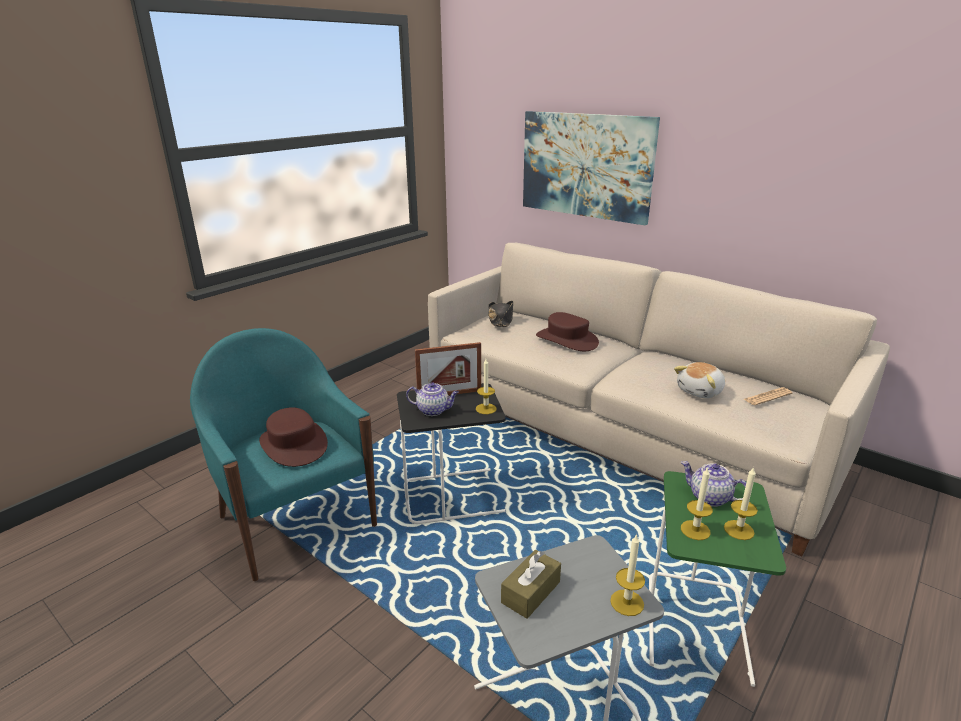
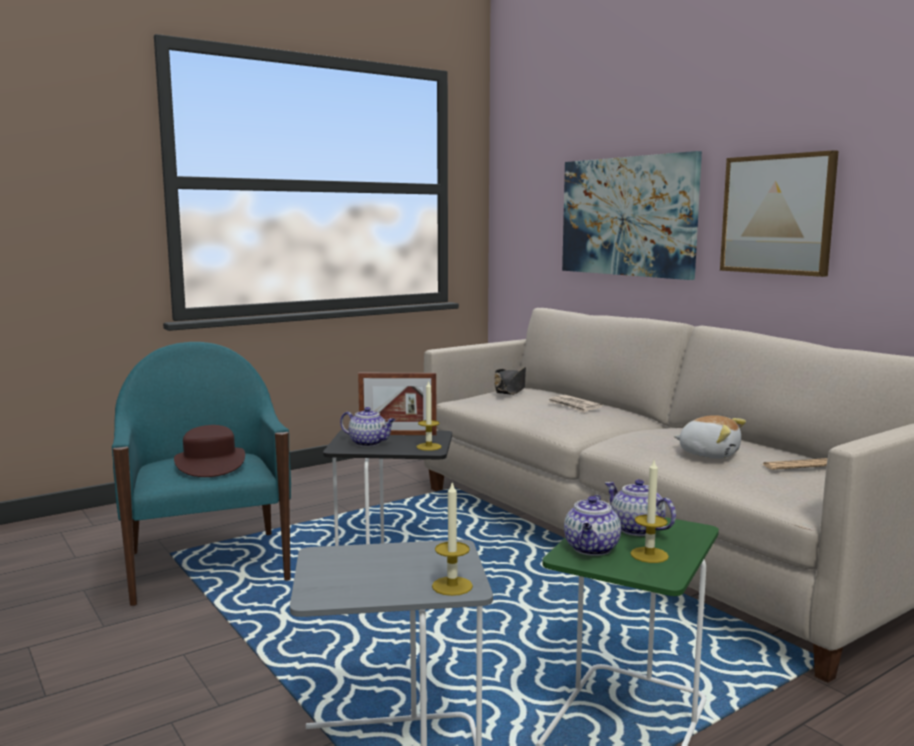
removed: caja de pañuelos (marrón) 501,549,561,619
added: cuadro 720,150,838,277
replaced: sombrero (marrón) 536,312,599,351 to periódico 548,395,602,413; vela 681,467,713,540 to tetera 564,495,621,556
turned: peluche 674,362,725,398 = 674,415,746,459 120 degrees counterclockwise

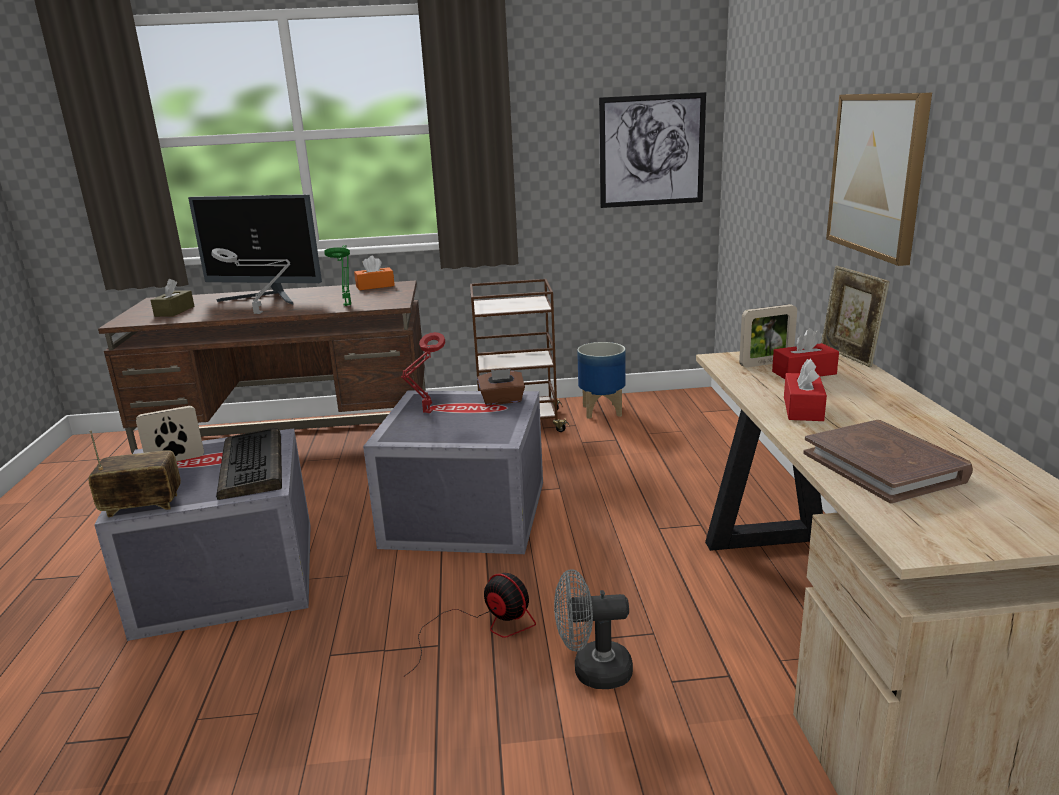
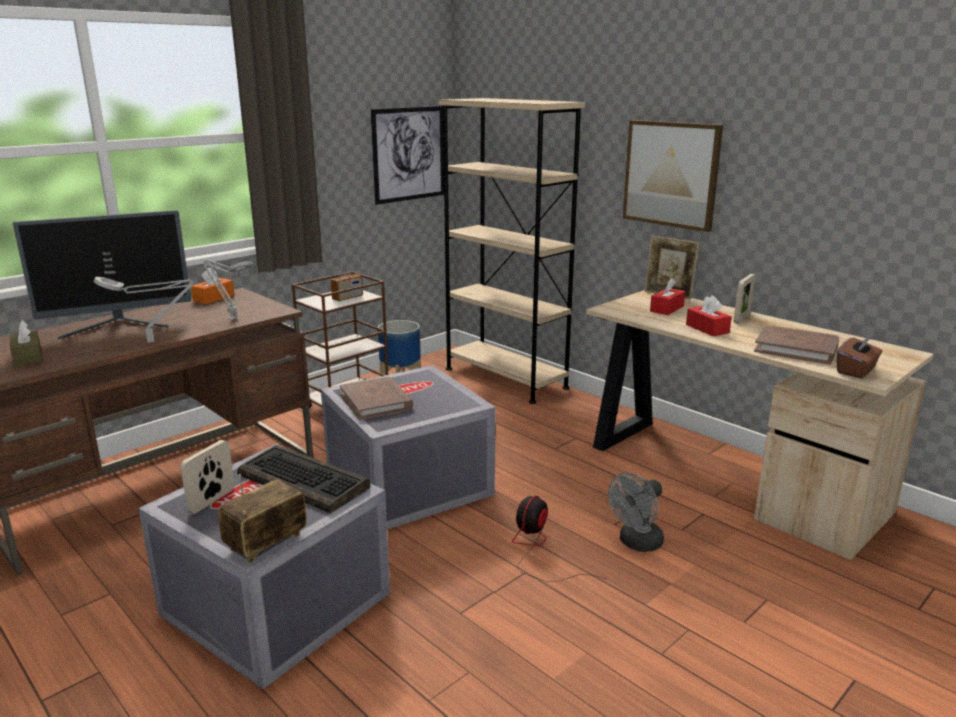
added: radio 331,252,363,301; estantería (beis) 439,98,585,404
moved: portarretratos 739,304,797,368 to 734,274,755,323; caja de pañuelos (marrón) 477,369,525,405 to 837,335,883,378
replaced: lámpara de mesa (rojo) 401,332,445,413 to libro (marrón) 340,377,413,420
recoloured: lámpara de mesa (verde) 324,245,351,306 to lámpara de mesa (gris) 203,259,253,320
turned: ventilador 403,573,536,677 = 512,496,607,582 60 degrees counterclockwise

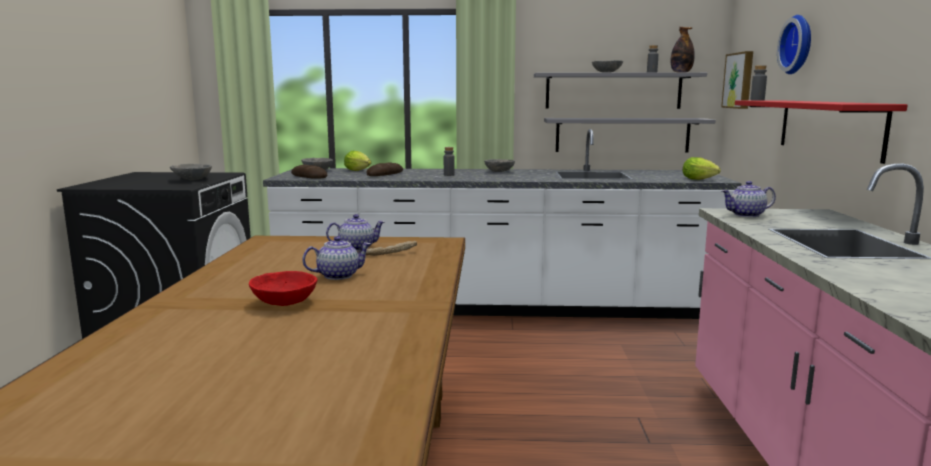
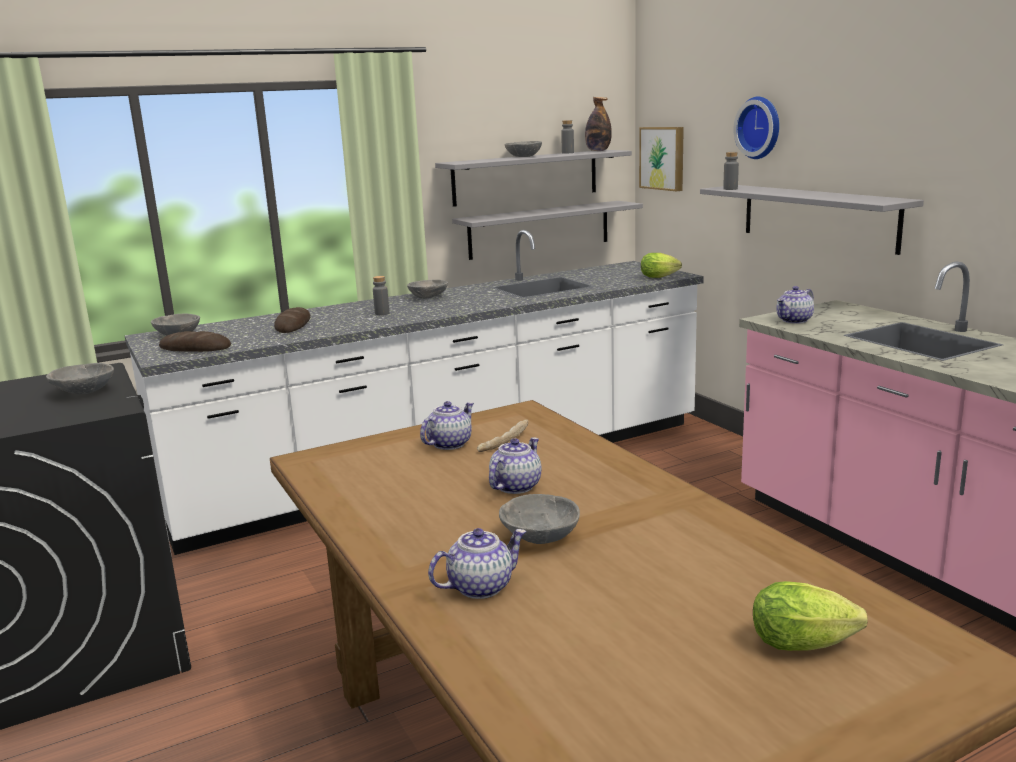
added: tetera 428,528,527,599
moved: lechuga 344,151,371,171 to 753,581,868,651
recoloured: cuenco (rojo) 249,271,318,306 to cuenco (gris) 499,494,580,544; estante (rojo) 735,100,908,164 to estante (gris) 700,185,924,255

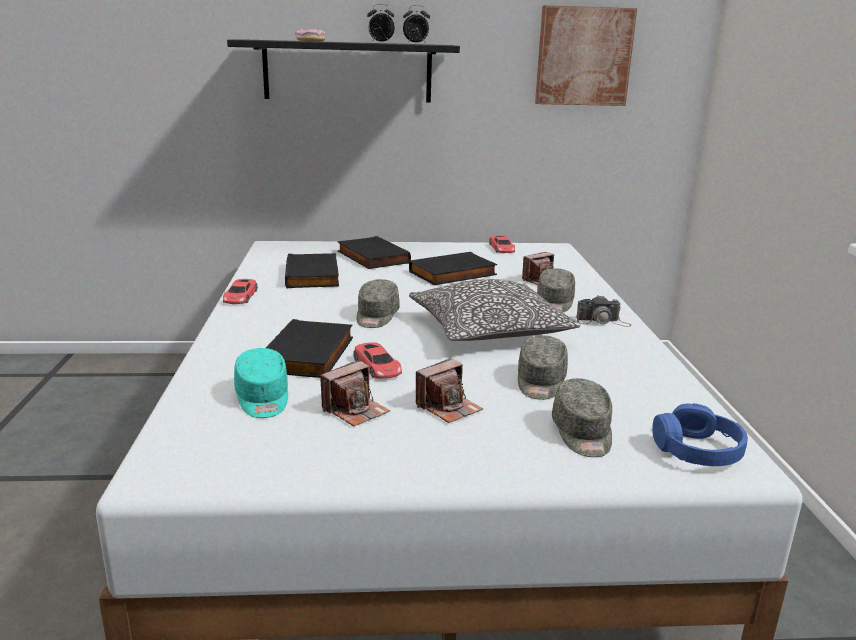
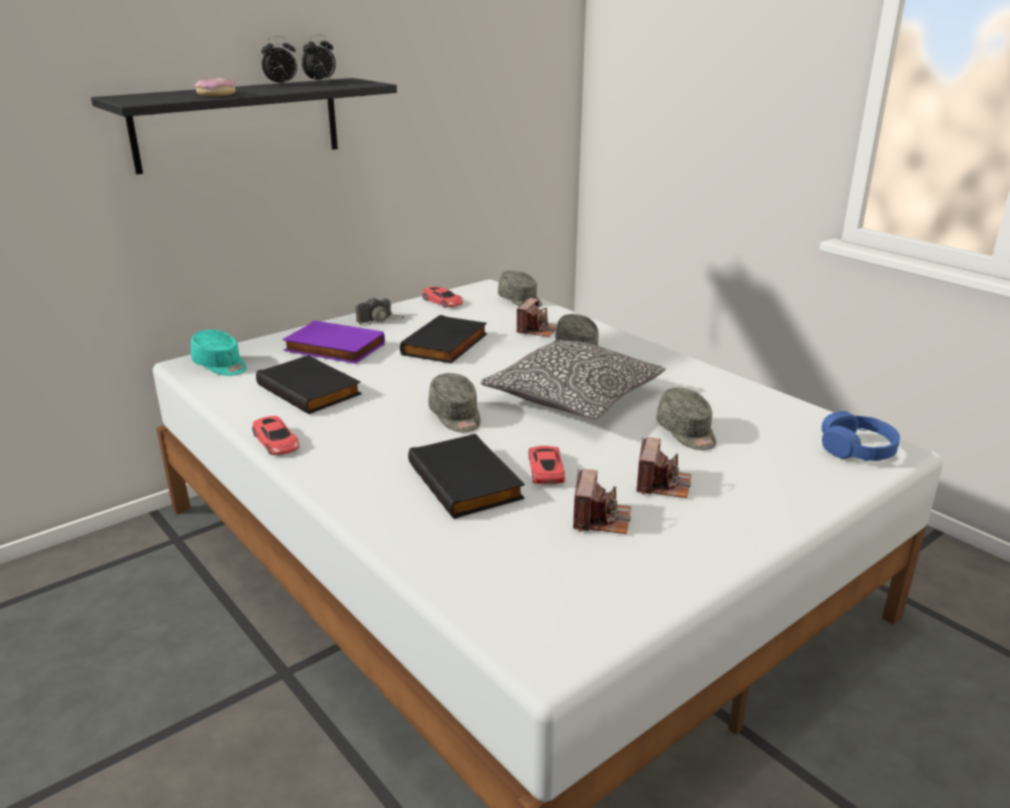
removed: cuadro 535,5,637,106
moved: gorra (turquesa) 234,348,288,418 to 191,329,247,376; cámara 576,295,631,327 to 355,297,404,326; gorra (gris) 552,378,612,457 to 498,270,542,307
recoloured: libro (negro) 337,236,411,269 to libro (morado) 282,321,385,364
turned: coche de juguete (rojo) 354,342,402,379 = 529,446,565,485 120 degrees counterclockwise

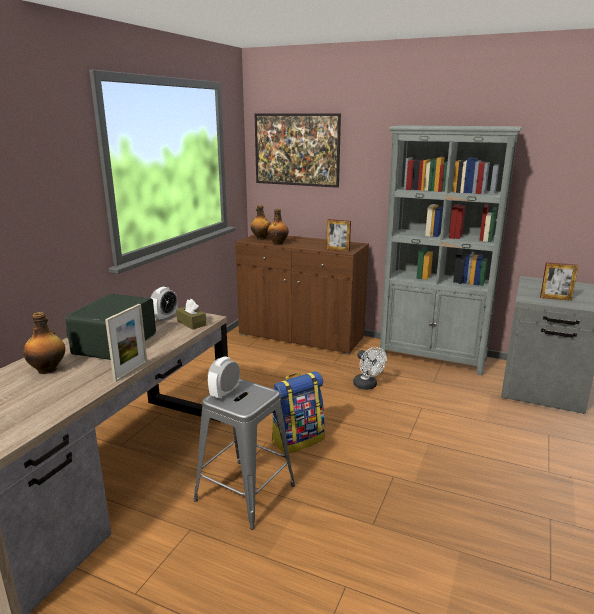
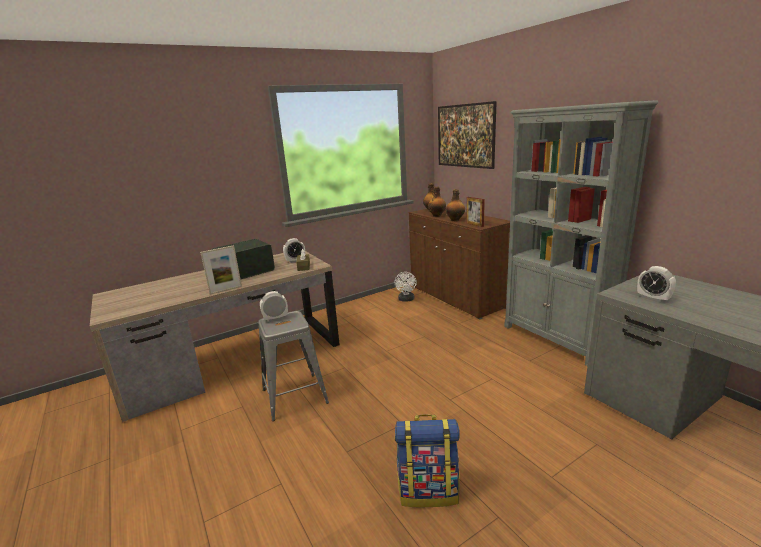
moved: ventilador (blanco) 353,347,387,390 to 394,272,417,302; mochila 272,371,325,453 to 395,414,460,508; botella 23,312,65,374 to 446,189,465,221
replaced: portarretratos 540,262,578,301 to despertador 637,266,676,303

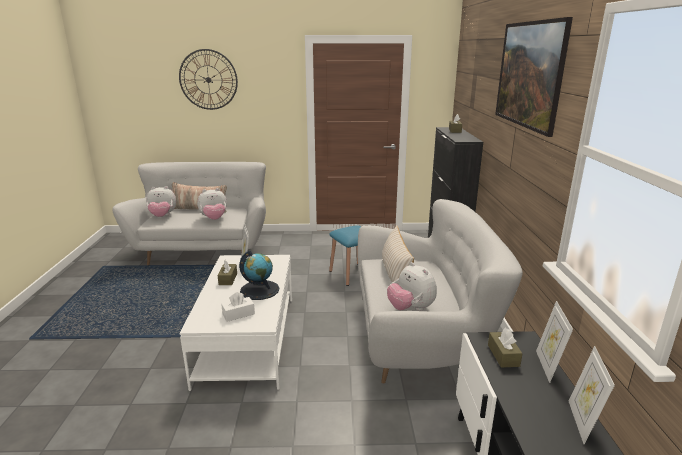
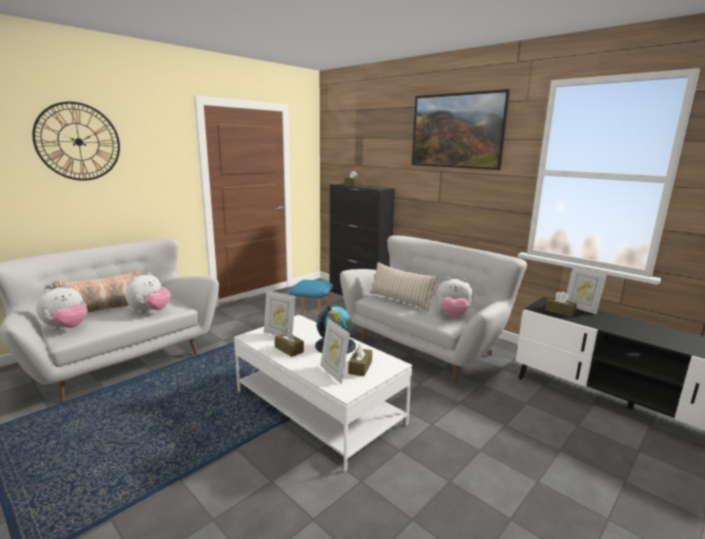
moved: portarretratos 569,346,615,444 to 320,318,350,384
recoloured: caja de pañuelos (blanco) 221,292,255,322 to caja de pañuelos (marrón) 348,344,372,376

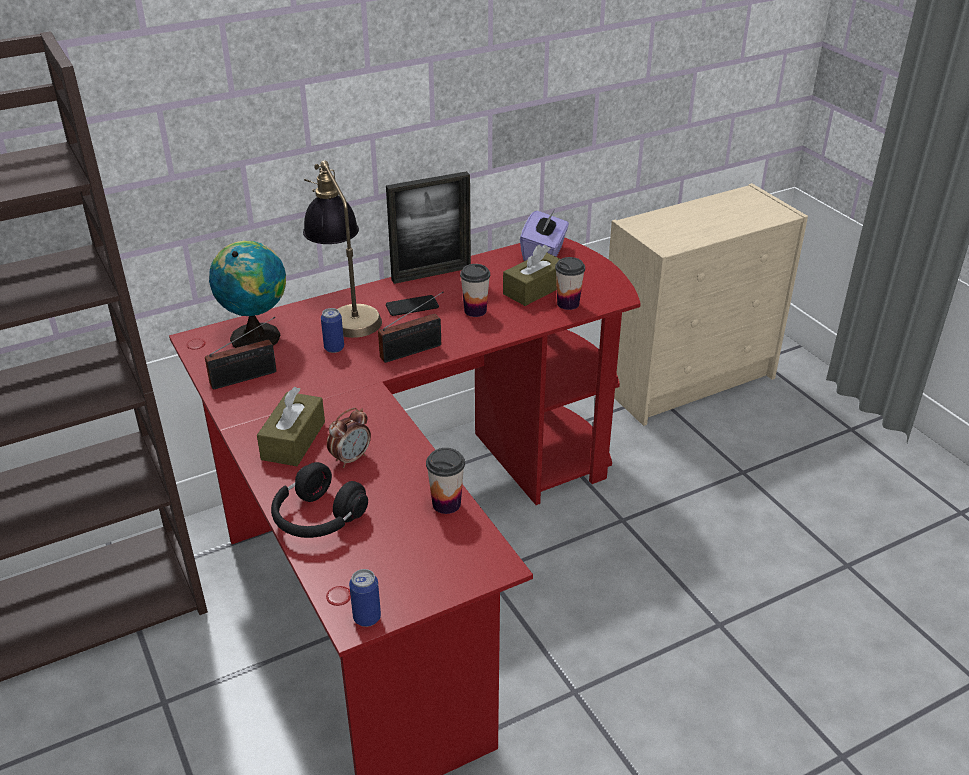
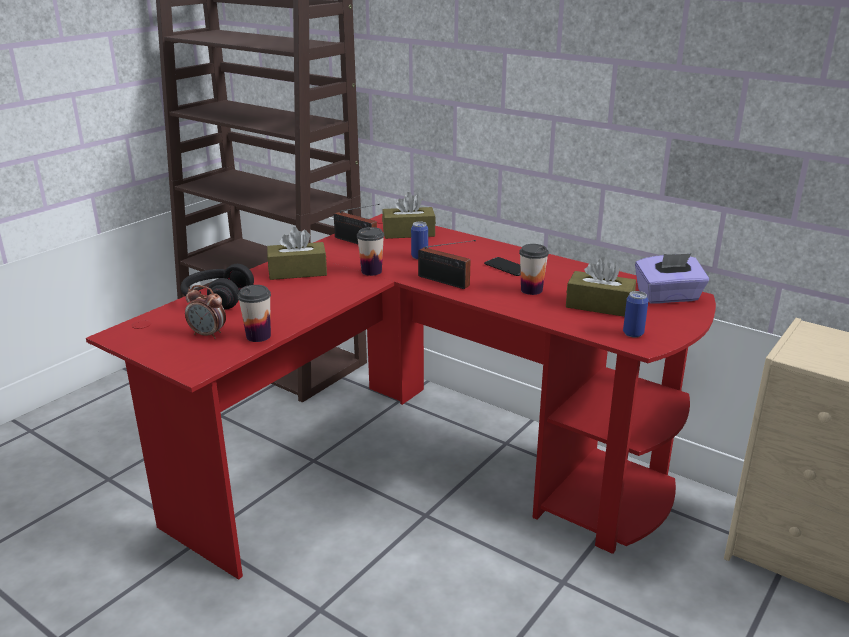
removed: lámpara de mesa 303,160,382,338; portarretratos 386,171,471,284
moved: despertador 327,407,371,468 to 185,285,226,339; taza 555,257,585,310 to 357,227,384,276; lata 349,569,381,627 to 623,291,648,338
replaced: globo terráqueo 209,241,286,348 to caja de pañuelos (marrón) 382,192,436,239

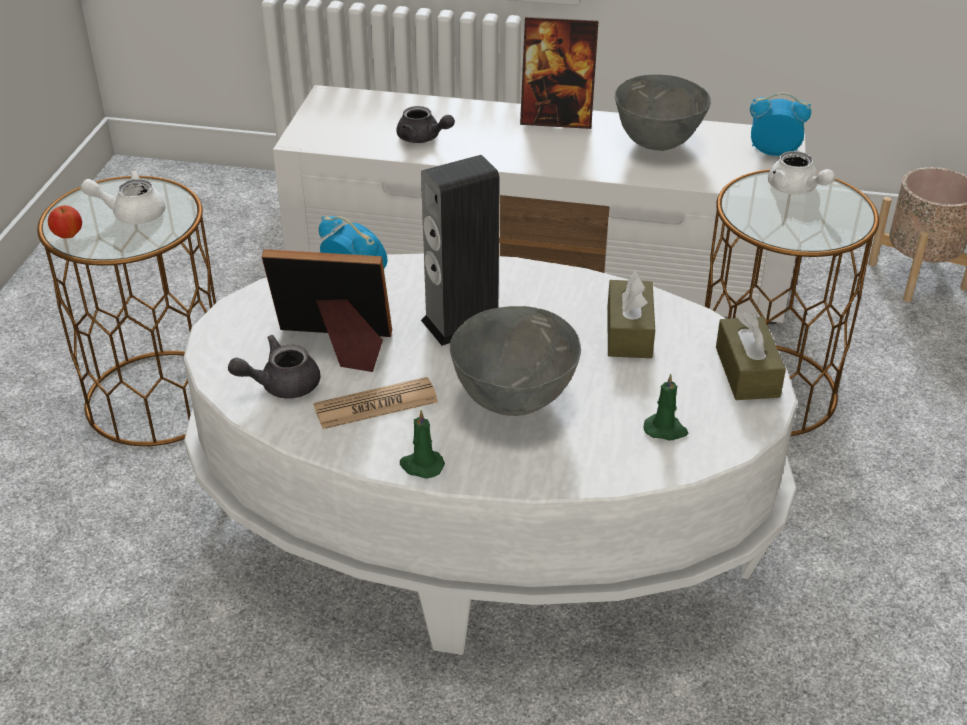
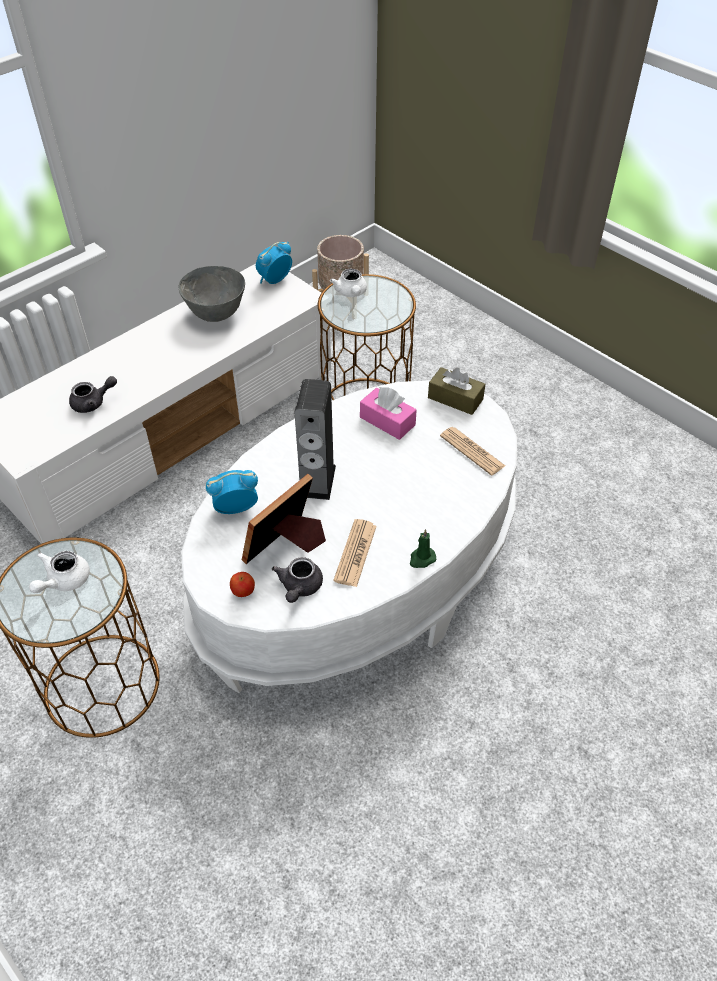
removed: cuenco (gris) 450,306,581,416; portarretratos 520,17,599,129
moved: manzana 48,205,82,239 to 230,572,255,597
replaced: vela (verde) 644,374,688,441 to periódico 440,427,505,475
recoloured: caja de pañuelos (marrón) 607,272,655,358 to caja de pañuelos (rosa) 360,387,417,440
turned: tetera (blanco) 768,151,835,195 = 330,269,367,297 75 degrees clockwise

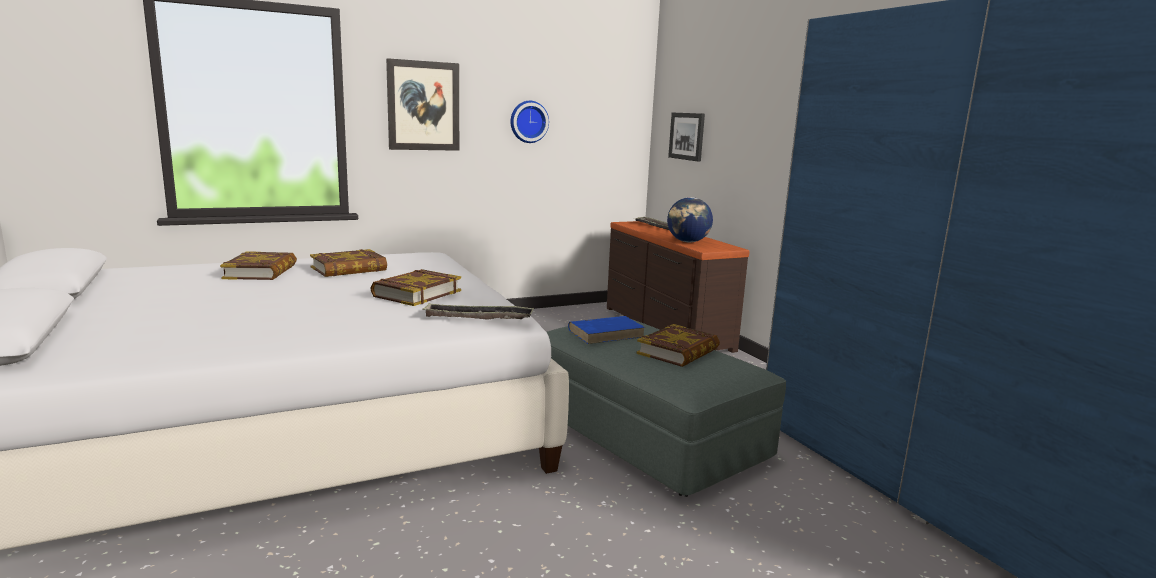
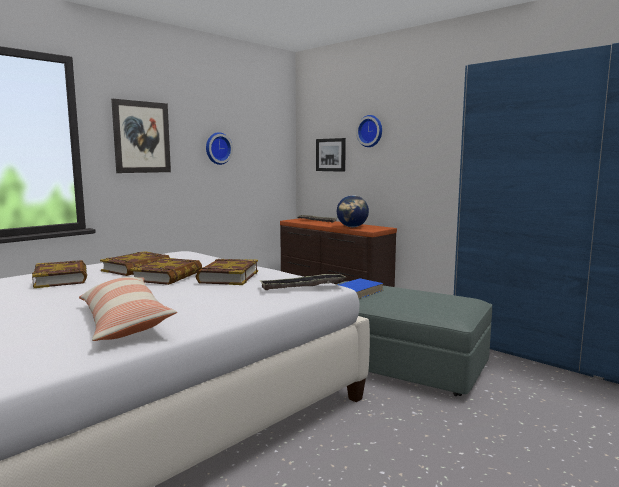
added: cojín 79,277,177,341; reloj de pared 356,115,382,147
moved: libro 636,324,720,367 to 130,258,202,285

